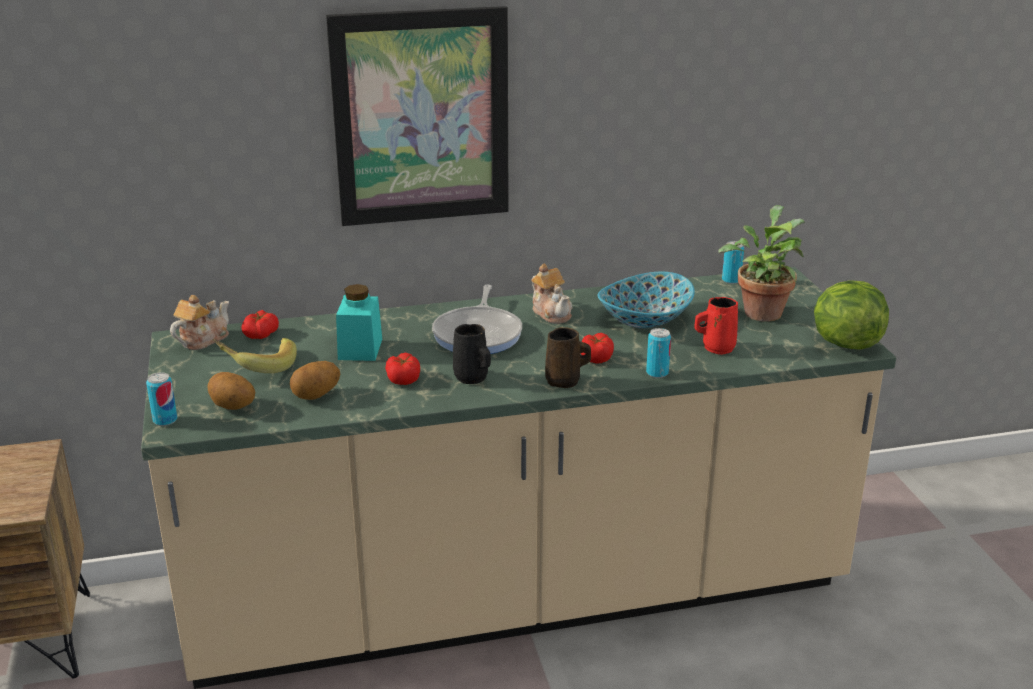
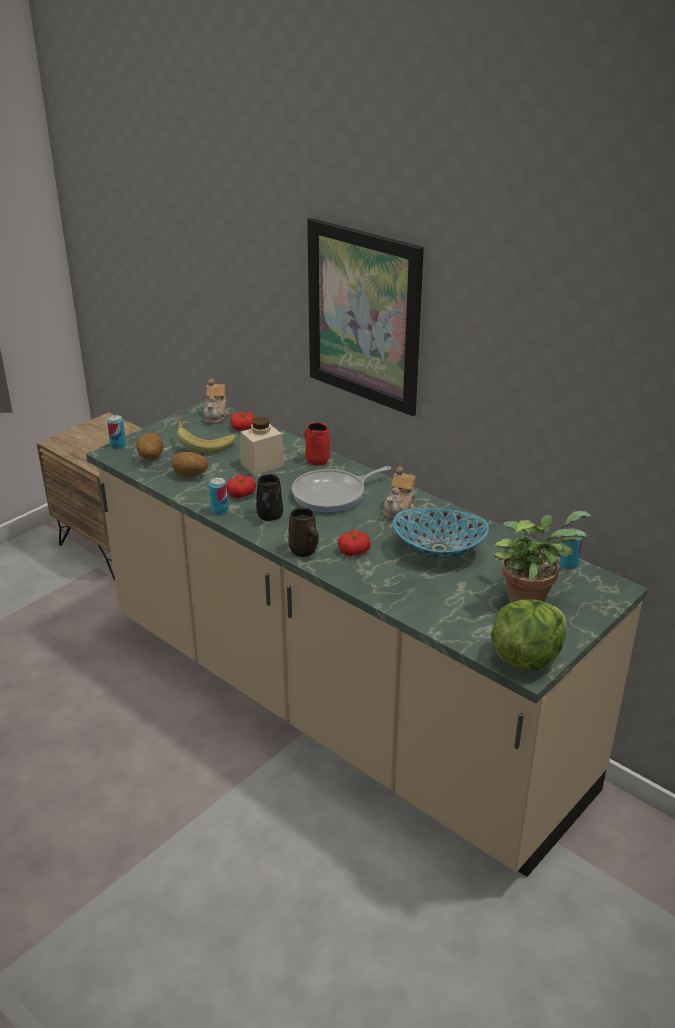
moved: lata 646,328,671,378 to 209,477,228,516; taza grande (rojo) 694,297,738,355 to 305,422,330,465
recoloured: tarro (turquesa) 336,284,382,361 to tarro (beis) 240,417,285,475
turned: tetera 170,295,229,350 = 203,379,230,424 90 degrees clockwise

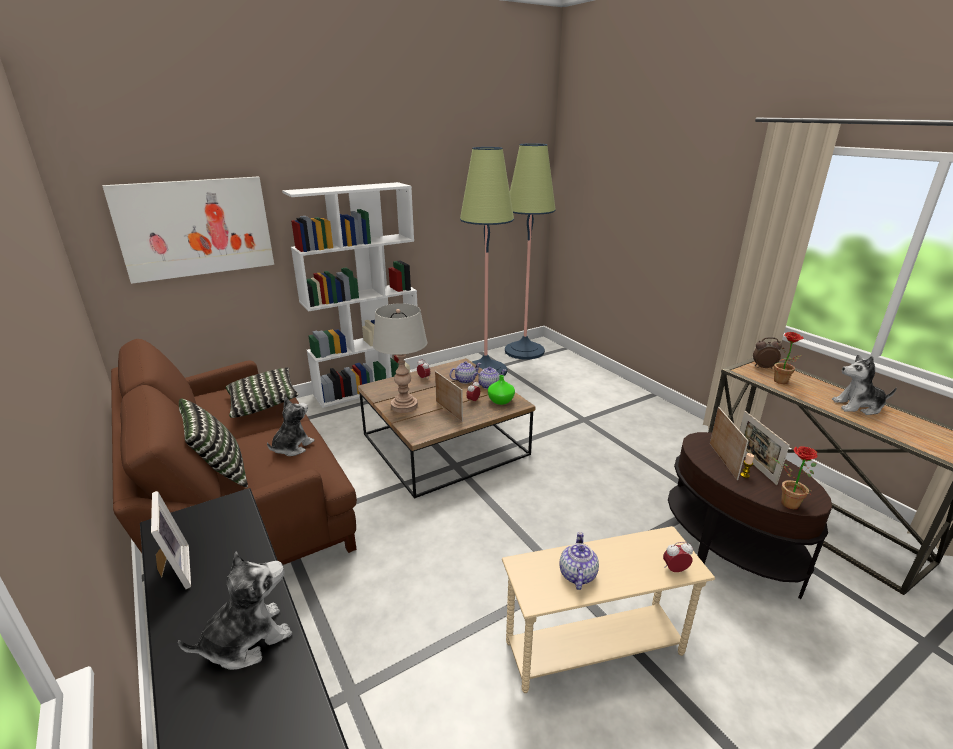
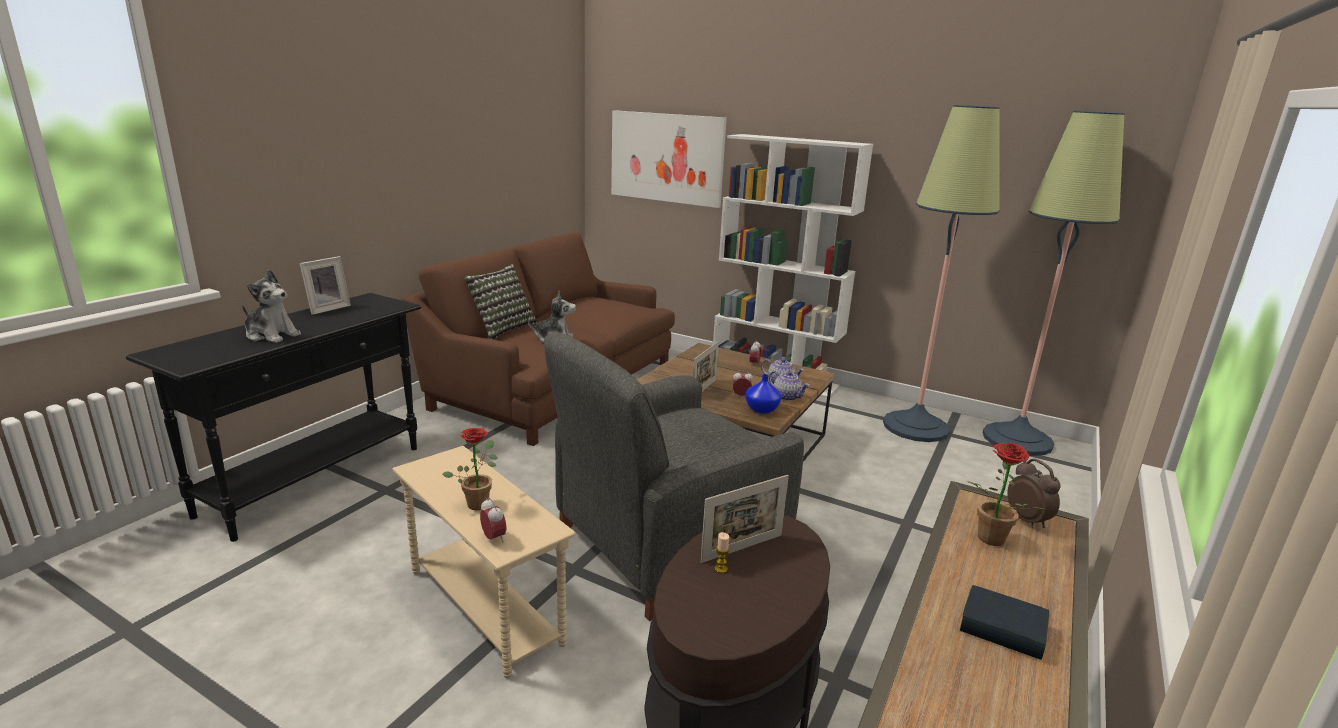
removed: cojín 225,368,299,418; lámpara de mesa (gris) 373,303,428,413; tetera 560,532,599,590; portarretratos 740,411,790,485
added: sillón (gris) 544,332,804,621
moved: planta en maceta 772,446,818,509 to 443,428,497,510
replaced: peluche 832,355,897,415 to libro 960,585,1049,660
recoloured: florero (verde) 488,375,515,405 to florero (azul) 745,374,782,414

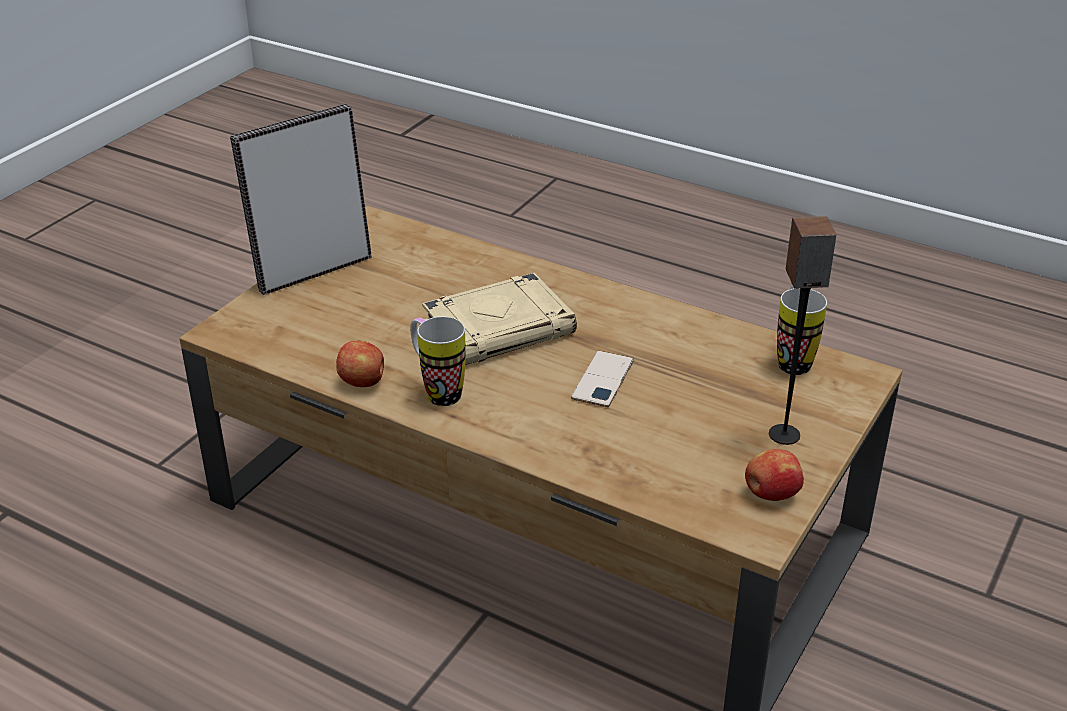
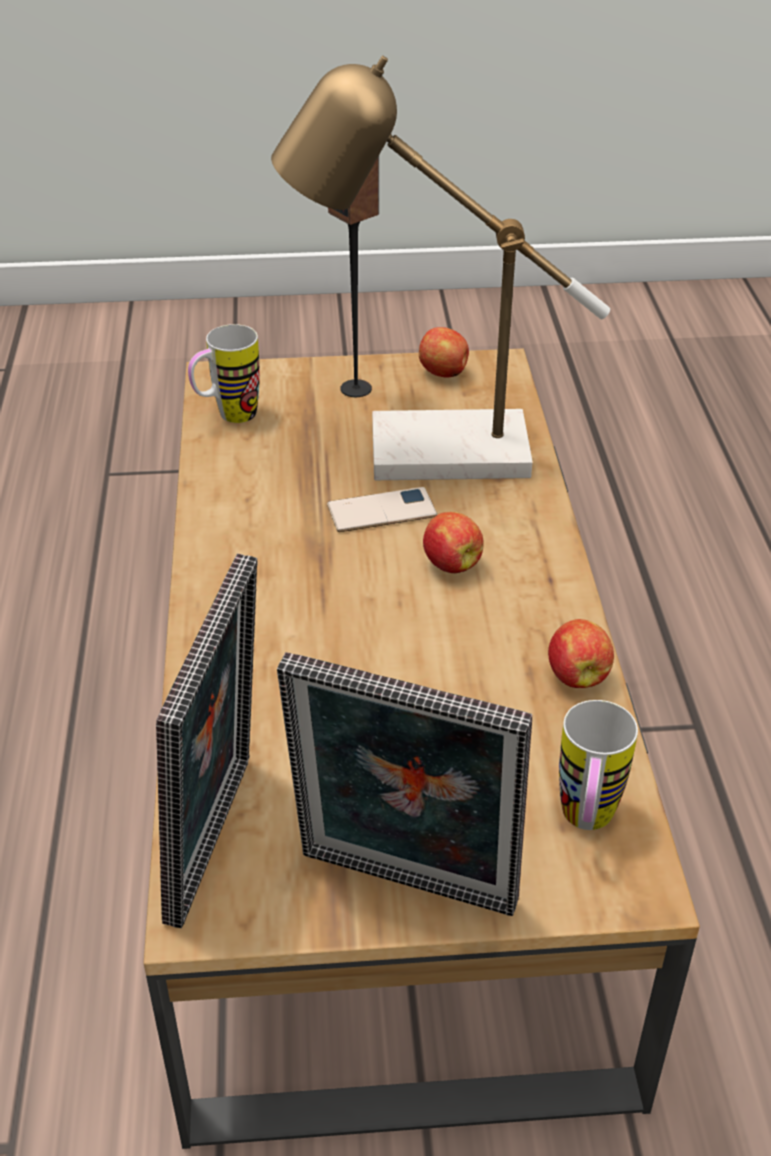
removed: libro (beis) 422,273,577,365
added: portarretratos 156,553,258,928; lámpara de mesa 271,56,610,480; manzana 423,512,483,573
moved: taza grande 410,317,466,406 to 559,700,638,830

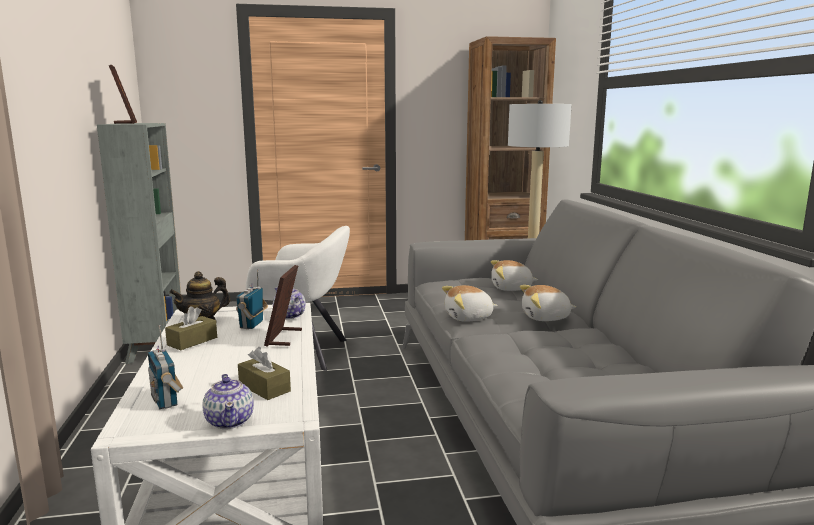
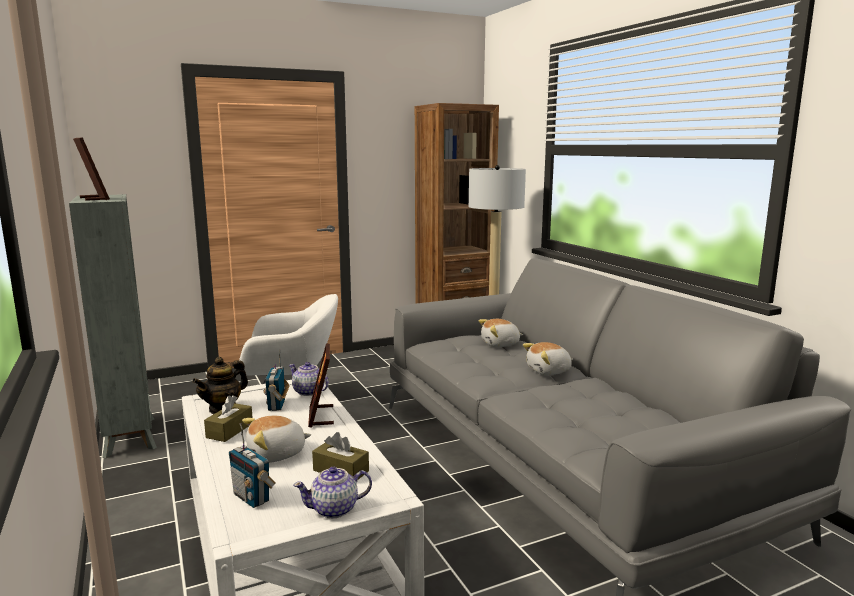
moved: peluche 442,285,498,322 to 242,416,311,463
turned: tetera 202,374,254,429 = 293,467,372,518 105 degrees clockwise

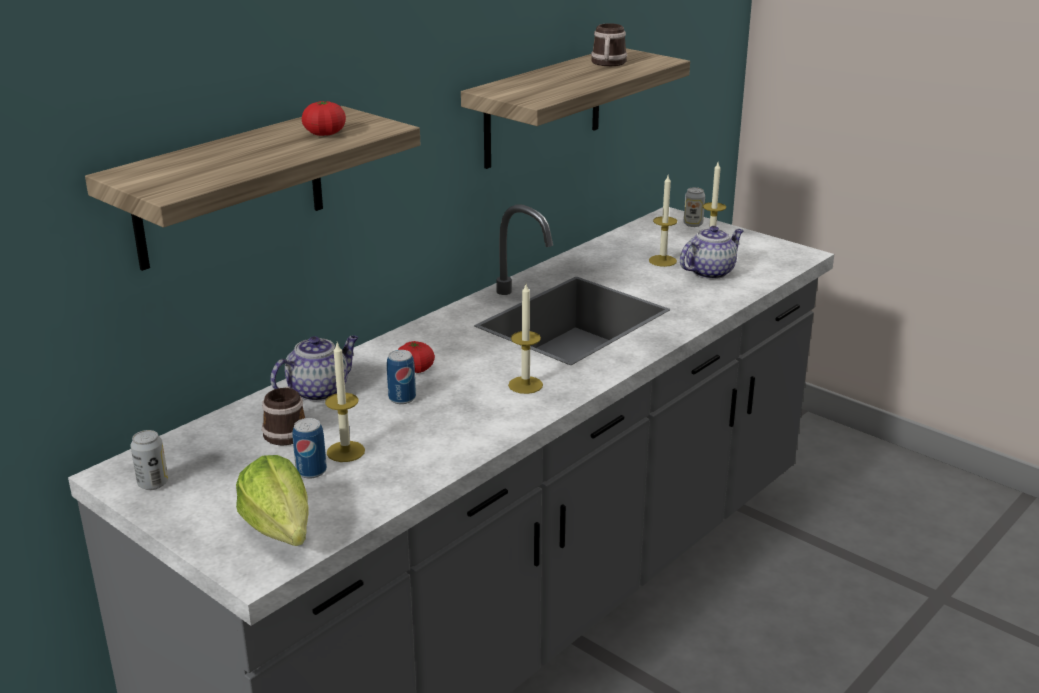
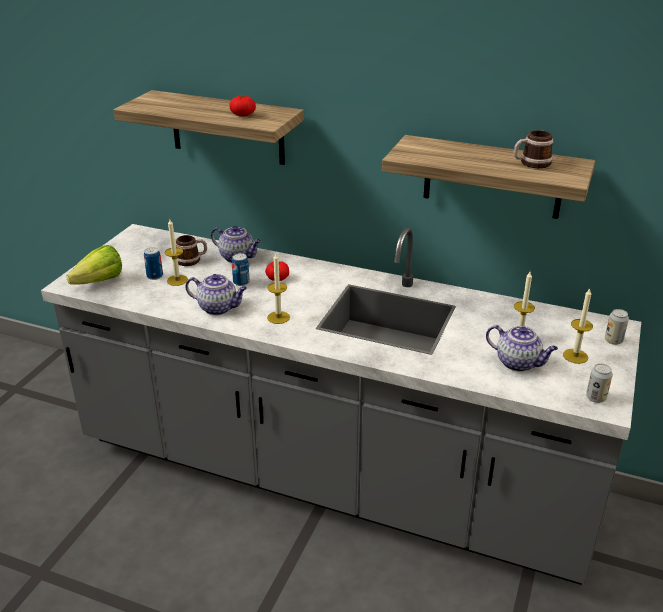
added: tetera 185,274,247,315
moved: lata 130,430,168,490 to 586,364,613,403

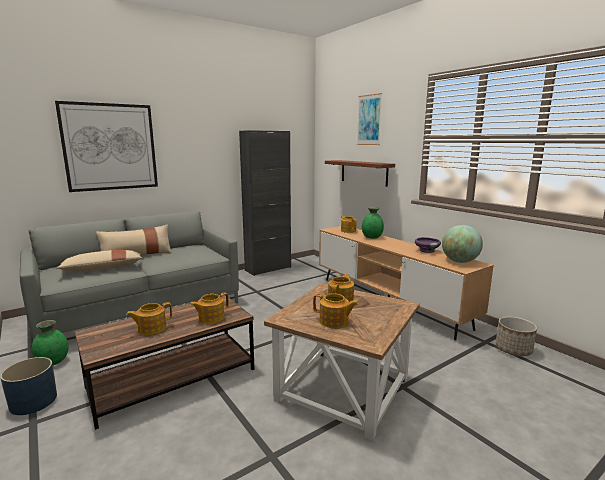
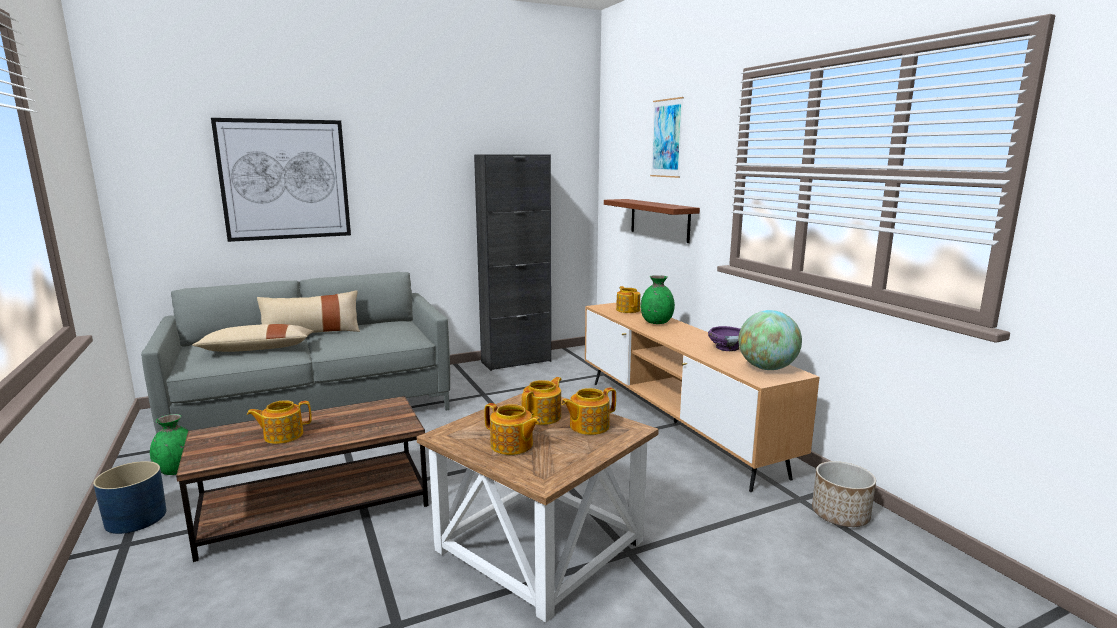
moved: tetera 191,292,229,324 to 561,387,616,435

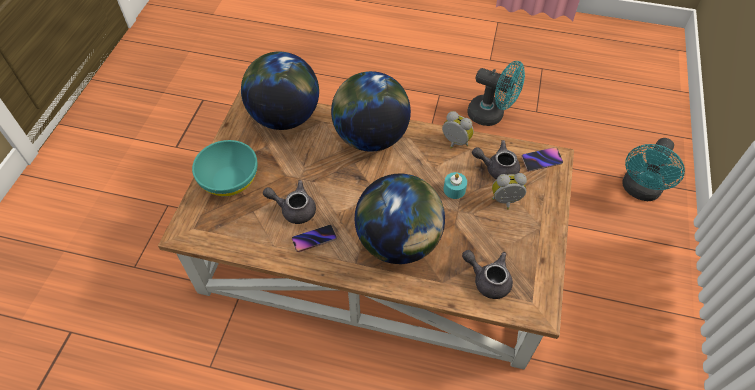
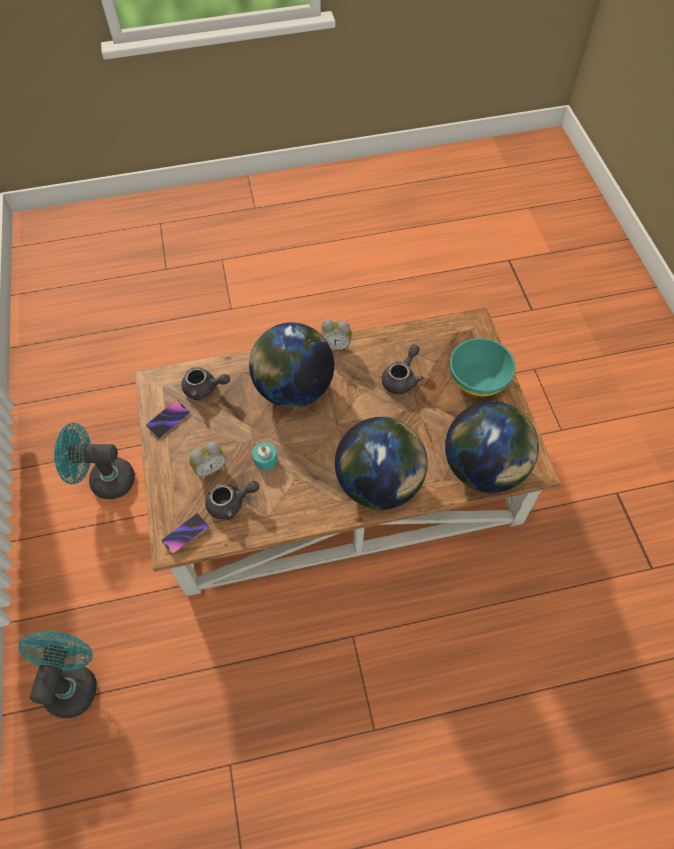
moved: ventilador (turquesa) 468,61,525,126 to 54,423,135,499; móvil 292,225,337,252 to 146,400,190,439; despertador 442,111,474,149 to 321,319,352,351
turned: tetera (gris) 263,180,316,224 = 382,344,423,394 45 degrees counterclockwise

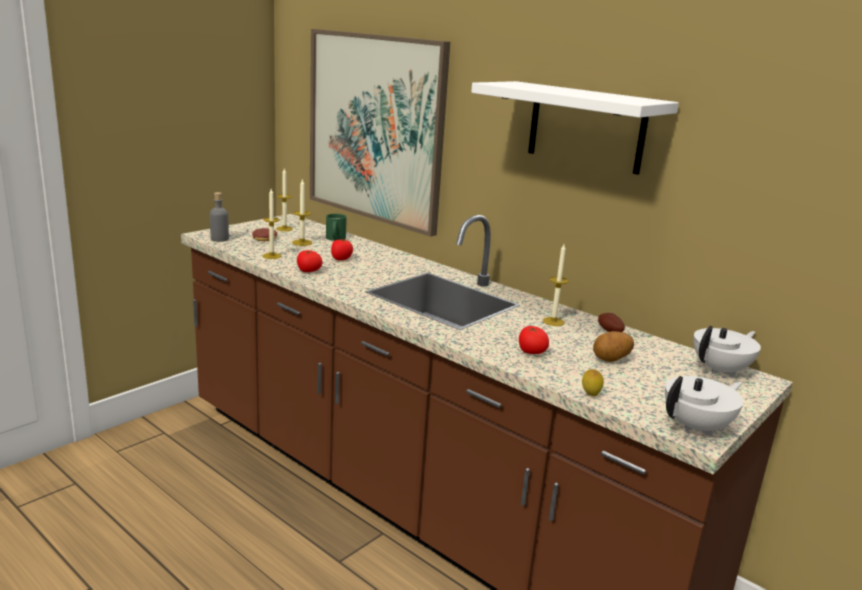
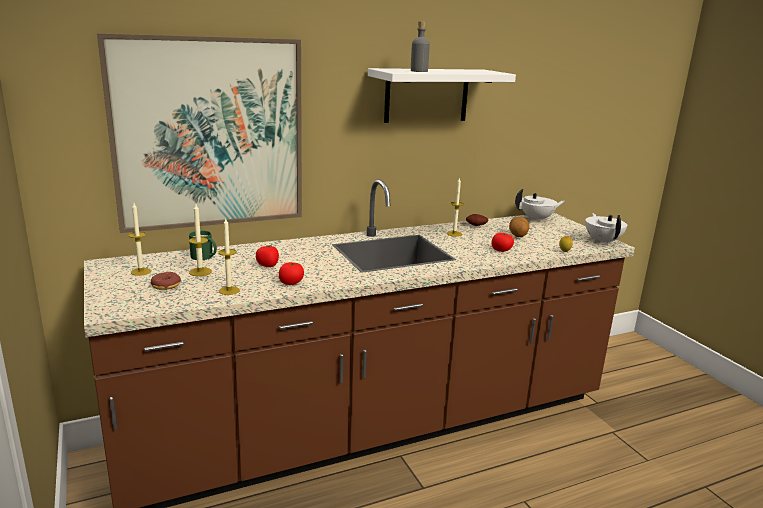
moved: botella (gris) 210,192,229,242 to 411,21,430,72
turned: tetera (blanco) 693,325,761,378 = 515,189,565,222 90 degrees clockwise

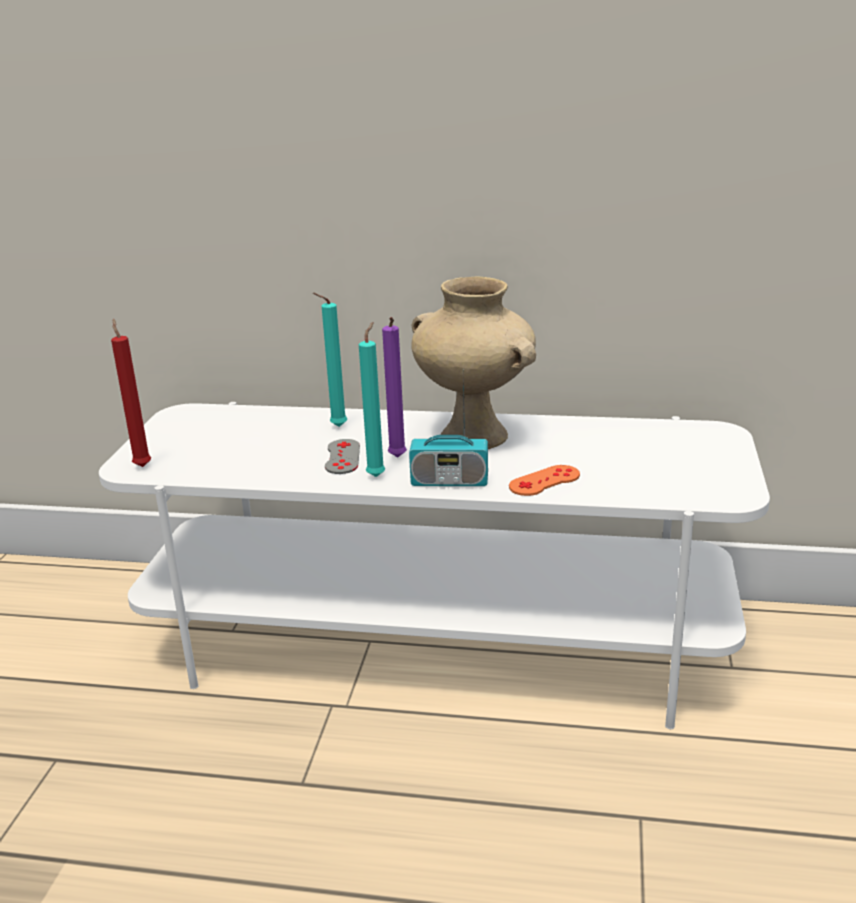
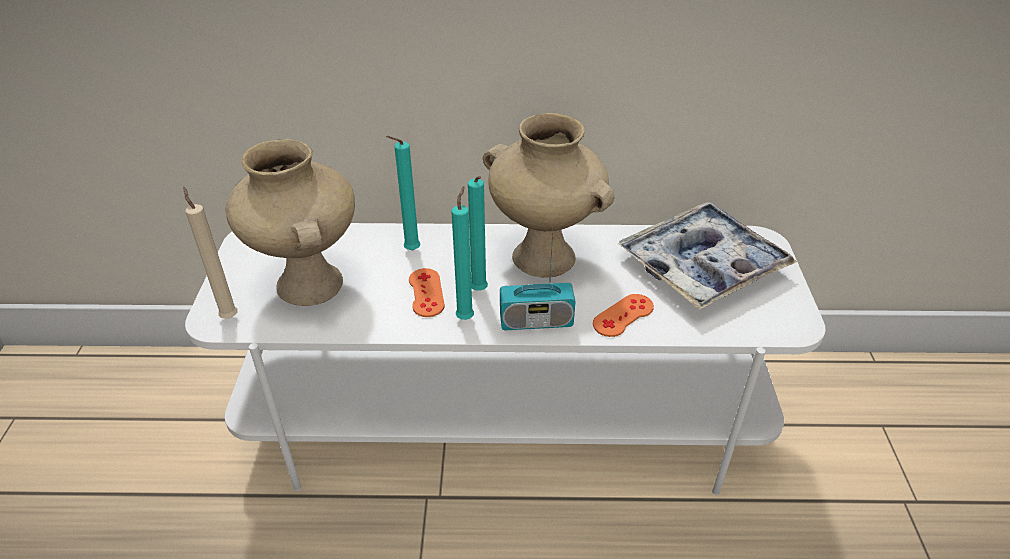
added: florero (beis) 225,139,355,306; bandeja 618,202,797,310
recoloured: vela (rojo) 111,318,151,467 to vela (beis) 183,187,238,319; mando de consola (gris) 325,439,360,474 to mando de consola (naranja) 409,268,445,317; vela (morado) 382,317,407,457 to vela (turquesa) 468,176,488,291

